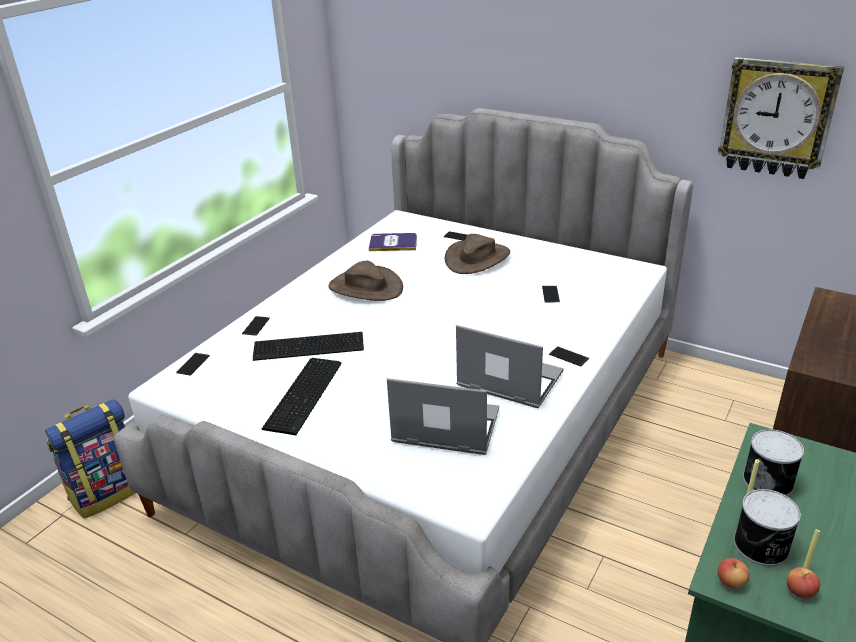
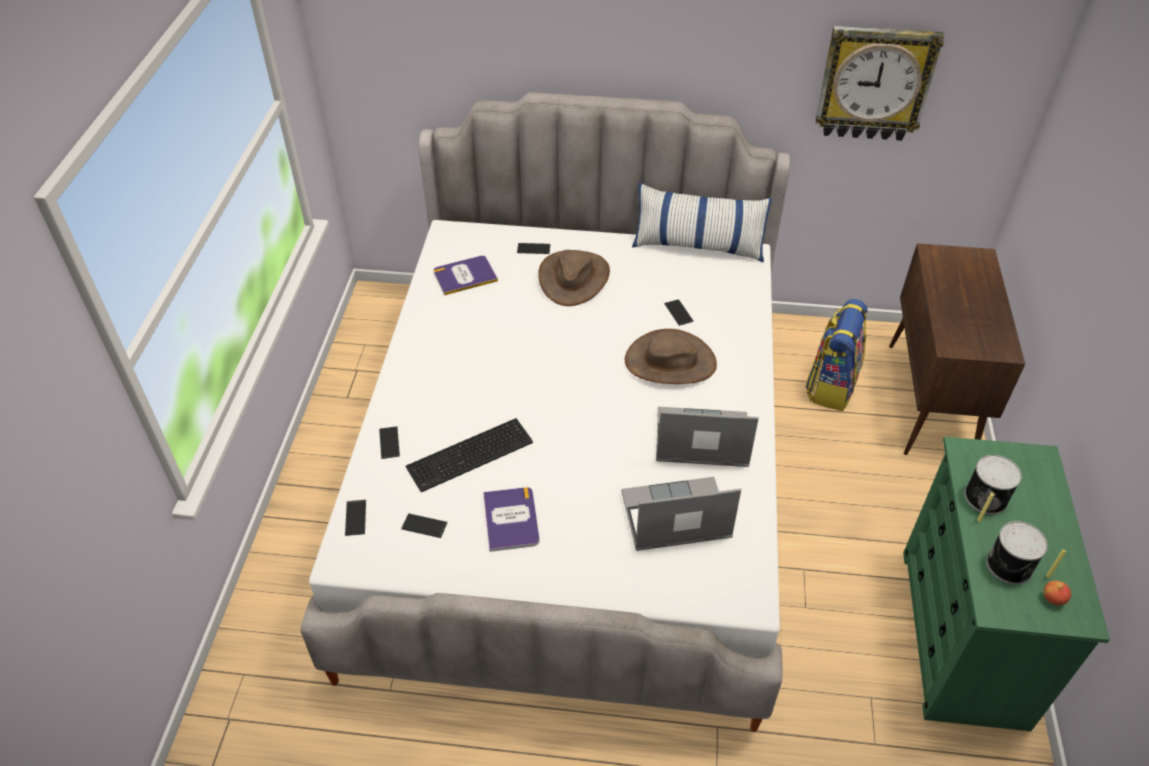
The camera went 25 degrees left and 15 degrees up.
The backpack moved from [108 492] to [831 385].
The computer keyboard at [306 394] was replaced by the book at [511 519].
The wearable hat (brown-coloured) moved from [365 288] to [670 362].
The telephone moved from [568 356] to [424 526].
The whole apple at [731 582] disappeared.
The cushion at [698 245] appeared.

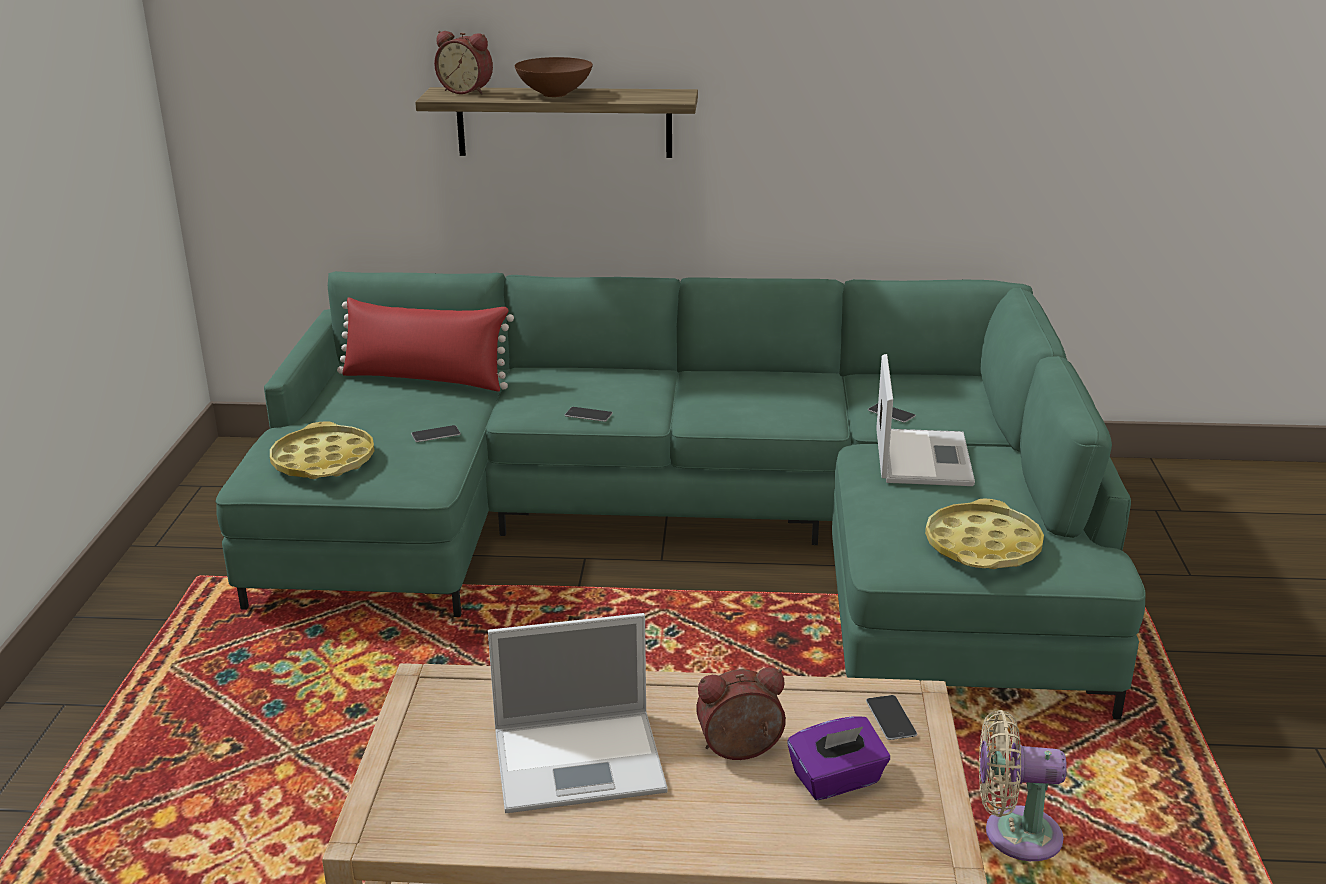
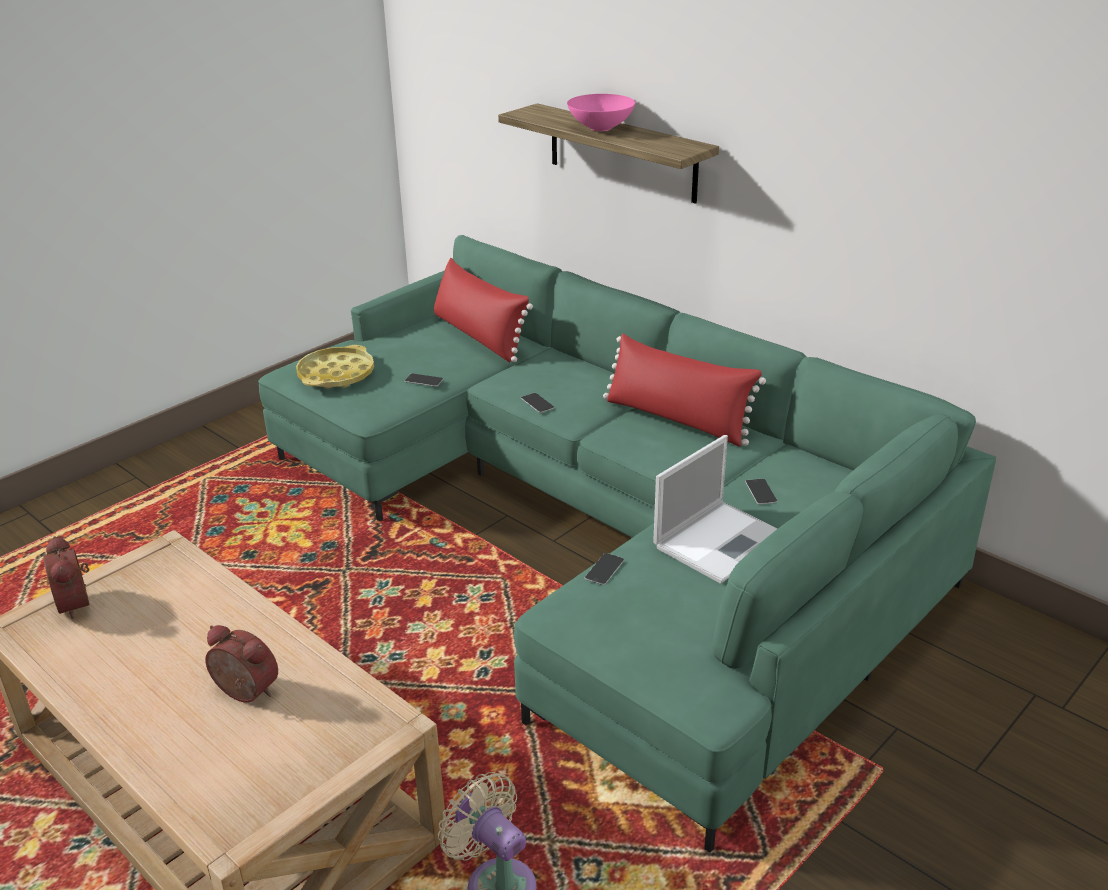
The camera went 40 degrees right and 5 degrees up.
The alarm clock moved from [467 91] to [78 602].
The laptop at [582 760] disappeared.
The bowl (brown-coloured) at [554 94] became the bowl (pink) at [601 128].
The tissue box (purple-coloured) at [837 780] disappeared.
The telephone moved from [891 717] to [604 569].
The serving tray (yellow-coloured) at [983 546] disappeared.
The cushion (red-coloured) at [677 419] appeared.

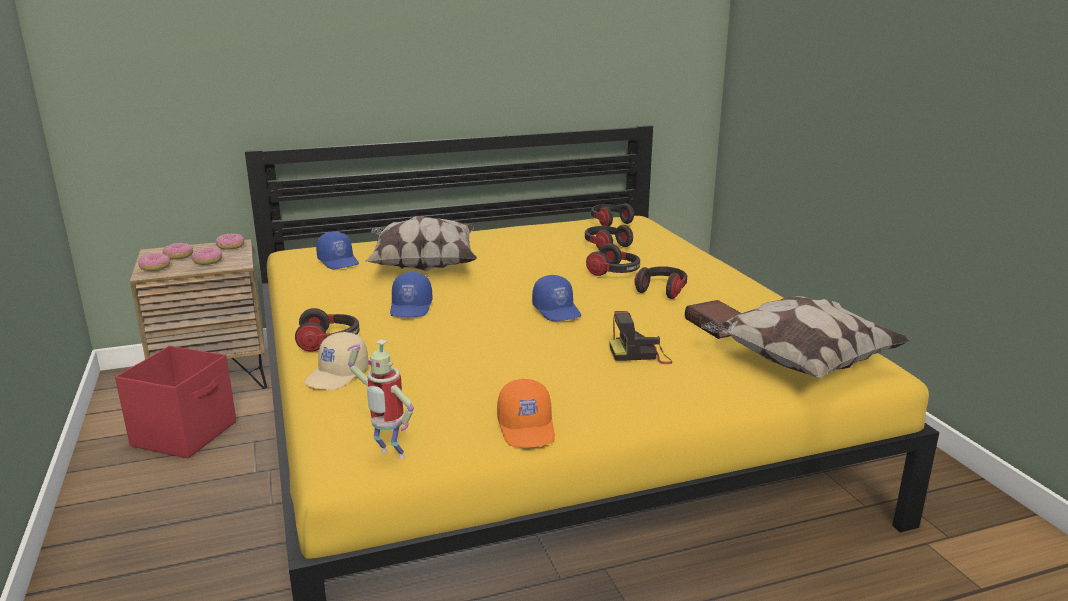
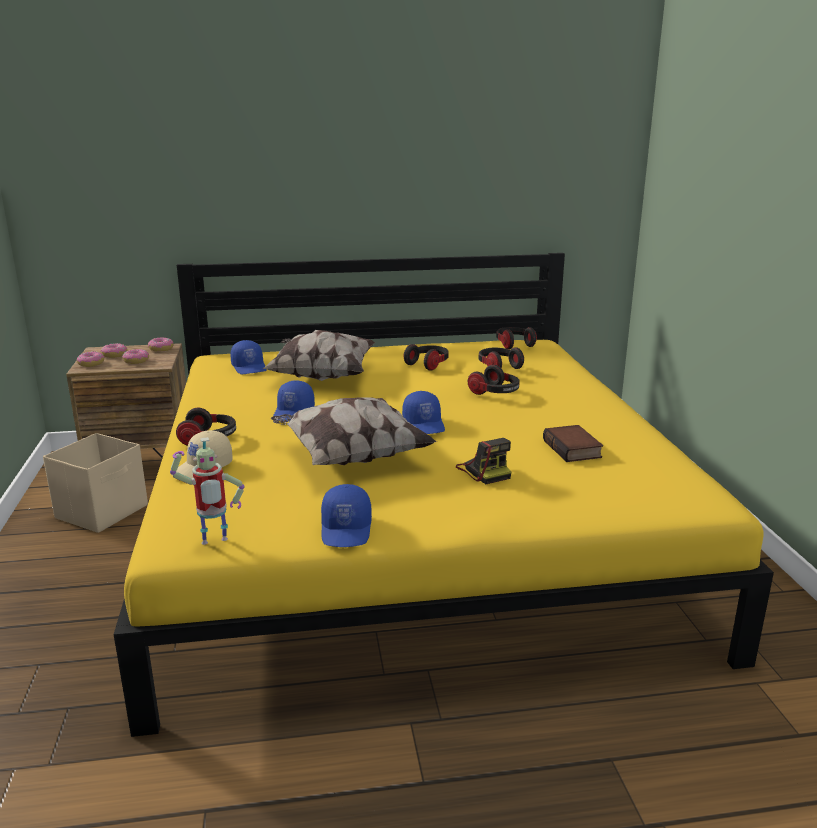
The camera went 10 degrees right and 0 degrees up.
The storage box (red-coloured) at [186 434] became the storage box (beige-coloured) at [103 511].
The model robot at [389 456] turned 60 degrees counterclockwise.
The cap (orange-coloured) at [527 428] became the cap (blue-coloured) at [347 530].
The photo camera at [640 354] turned 120 degrees counterclockwise.
The headphones moved from [662 291] to [428 364].
The cushion moved from [798 364] to [350 456].

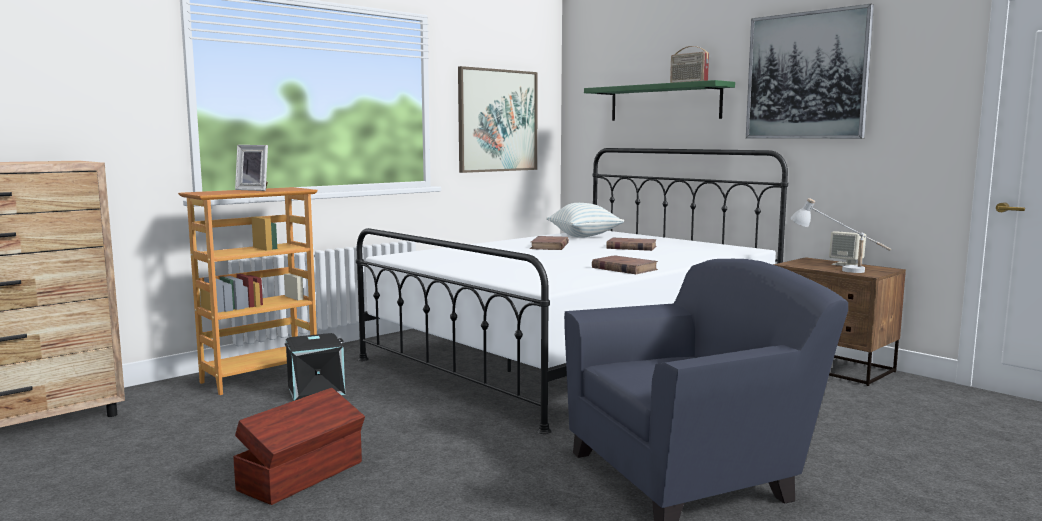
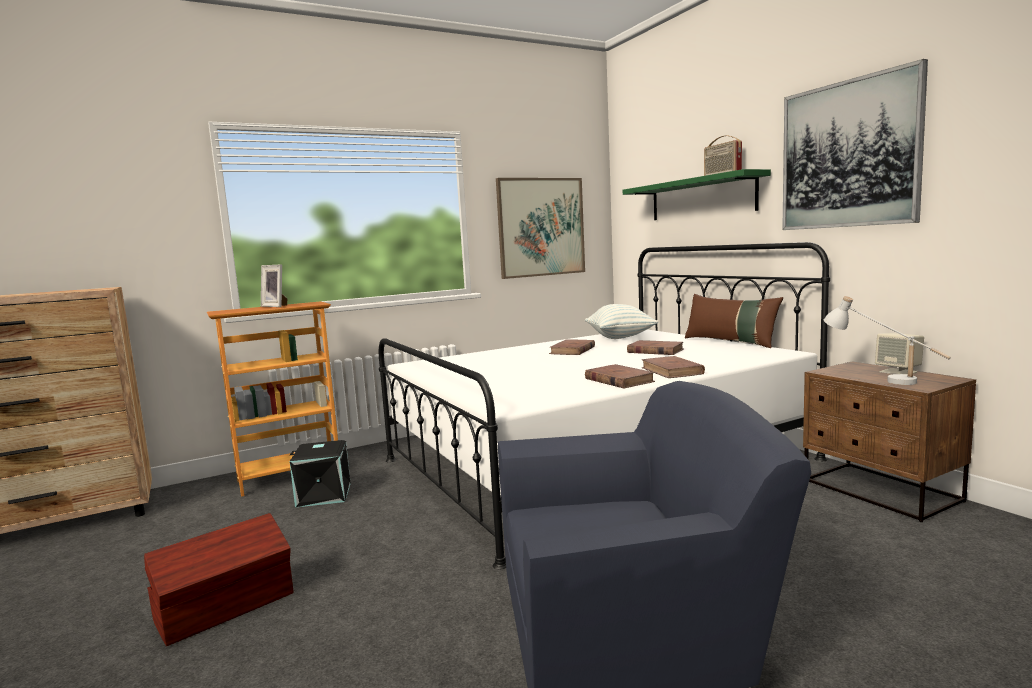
The camera went 15 degrees right and 0 degrees up.
The book (brown-coloured) at [672 371] appeared.
The cushion (brown-coloured) at [730 342] appeared.

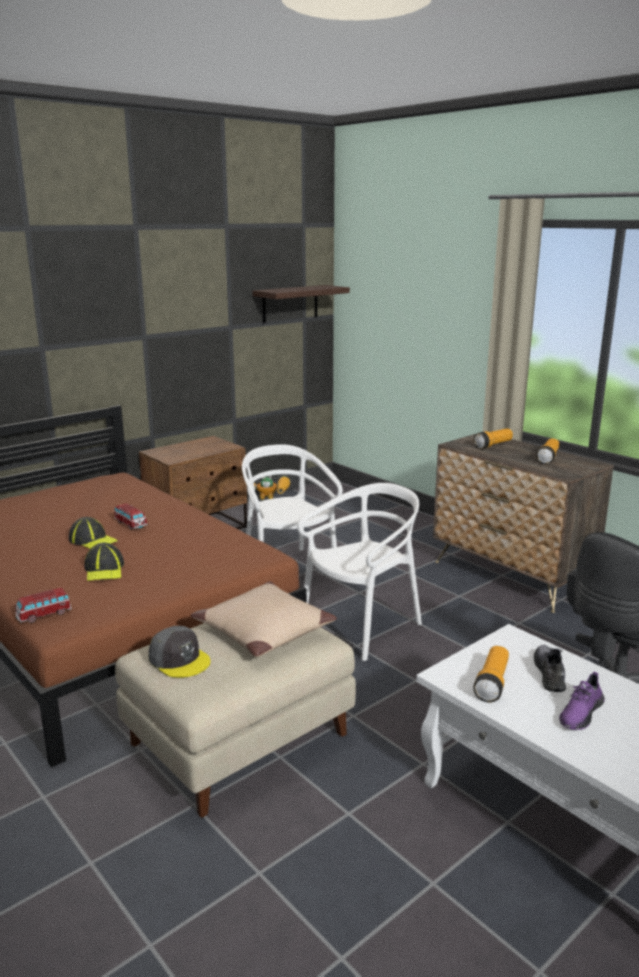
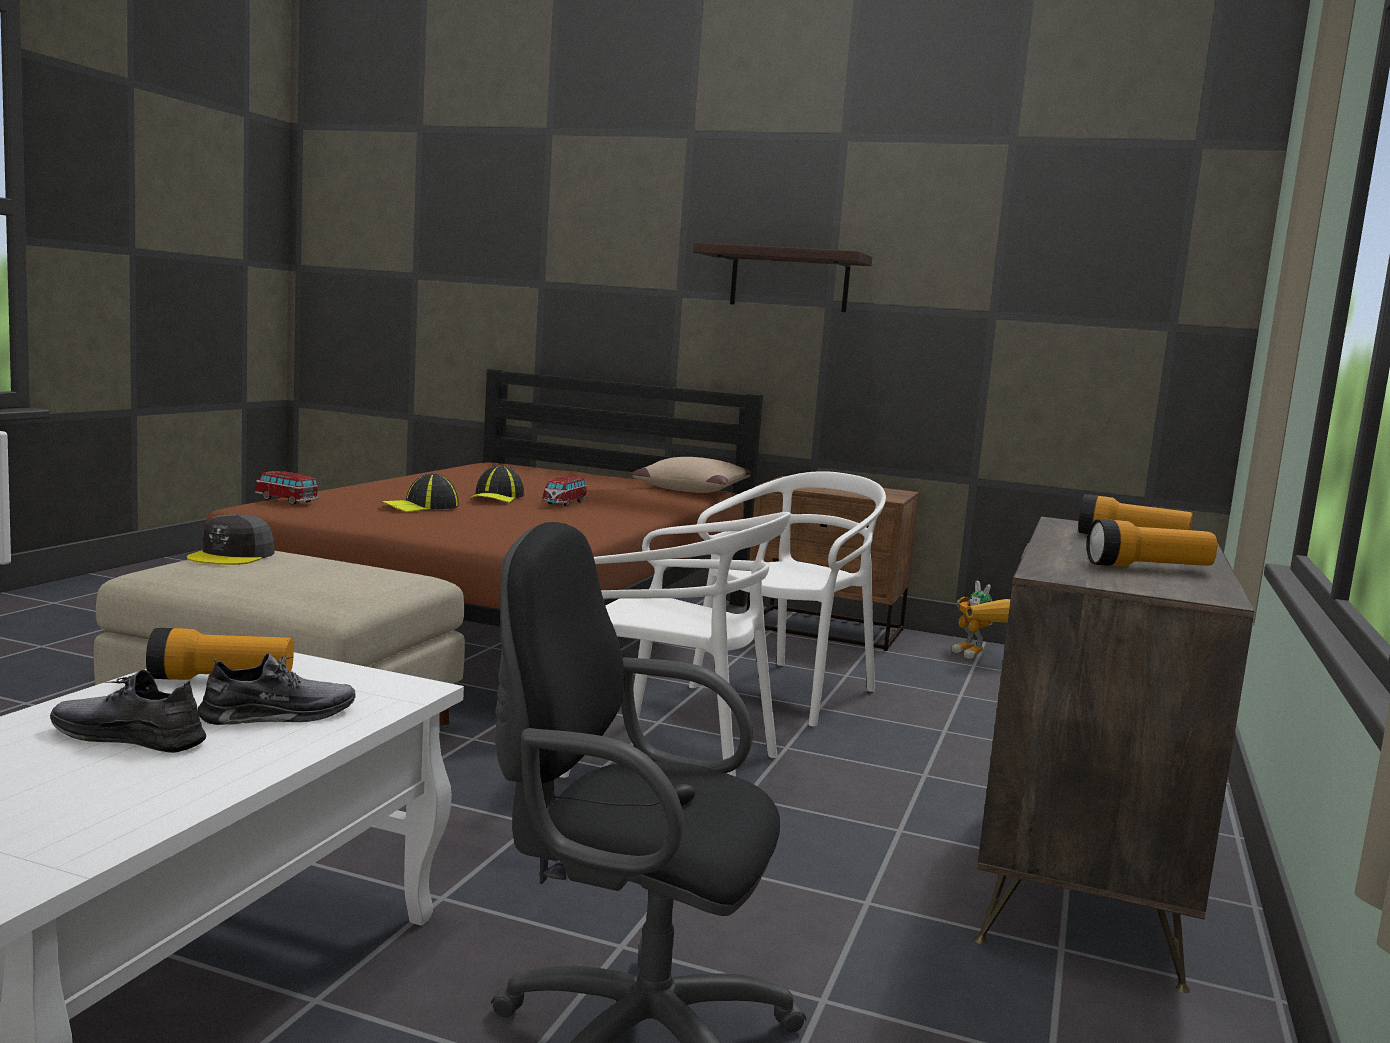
The camera went 60 degrees right and 10 degrees down.
The cushion (beige-coloured) moved from [263 631] to [691 489].
The wall shelf moved from [290 303] to [789 280].
The shoe (purple-coloured) at [580 713] became the shoe (greyish) at [129 737].

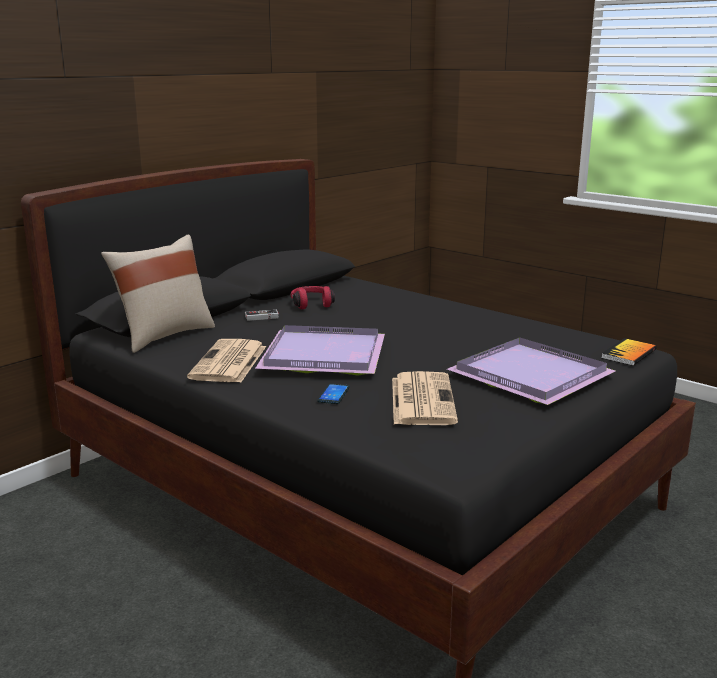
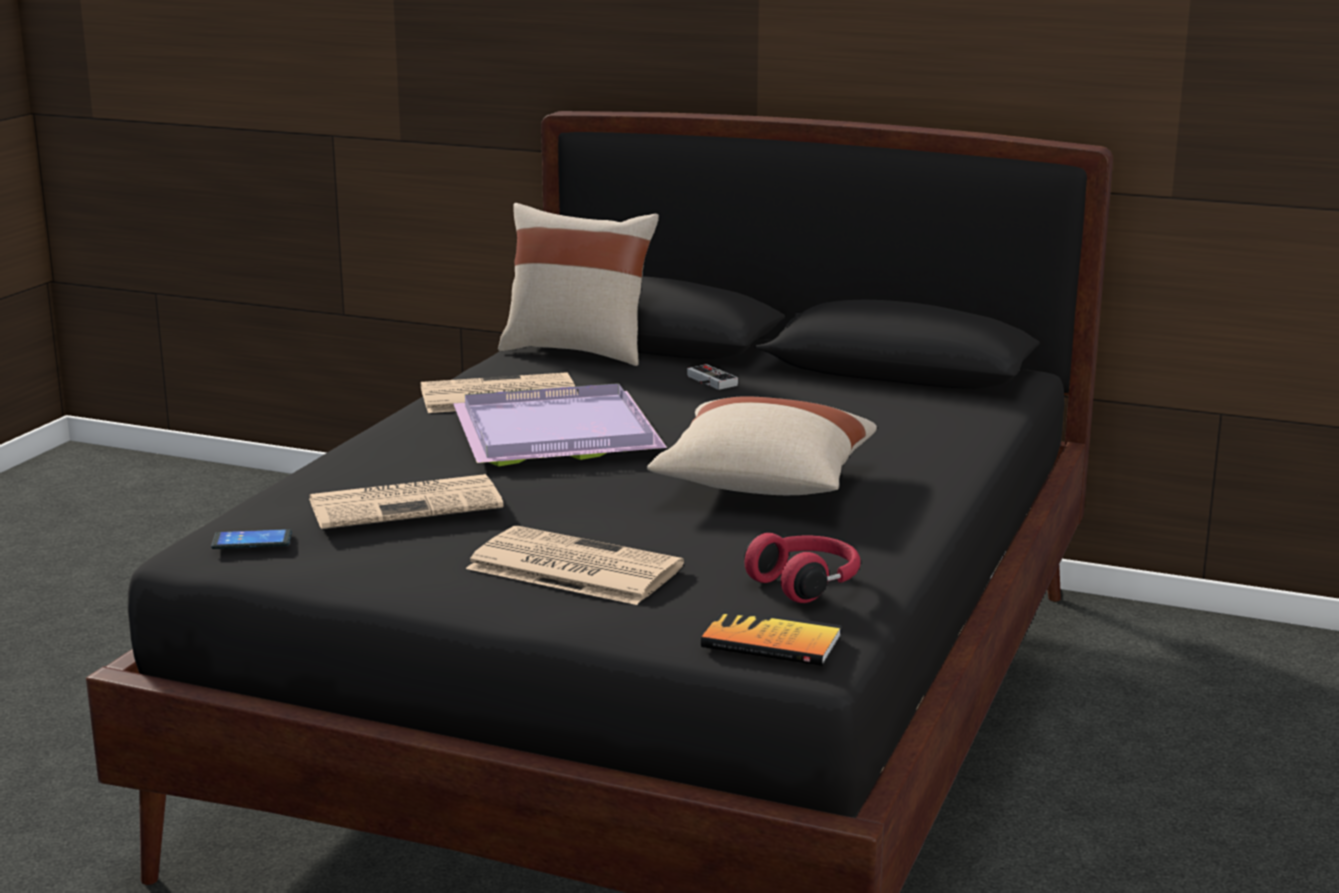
The camera went 70 degrees right and 0 degrees up.
The headphones (red-coloured) moved from [311 304] to [806 584].
The telephone moved from [334 394] to [252 541].
The serving tray (purple-coloured) at [531 376] was replaced by the daily paper at [571 568].
The cushion (beige-coloured) at [763 485] appeared.

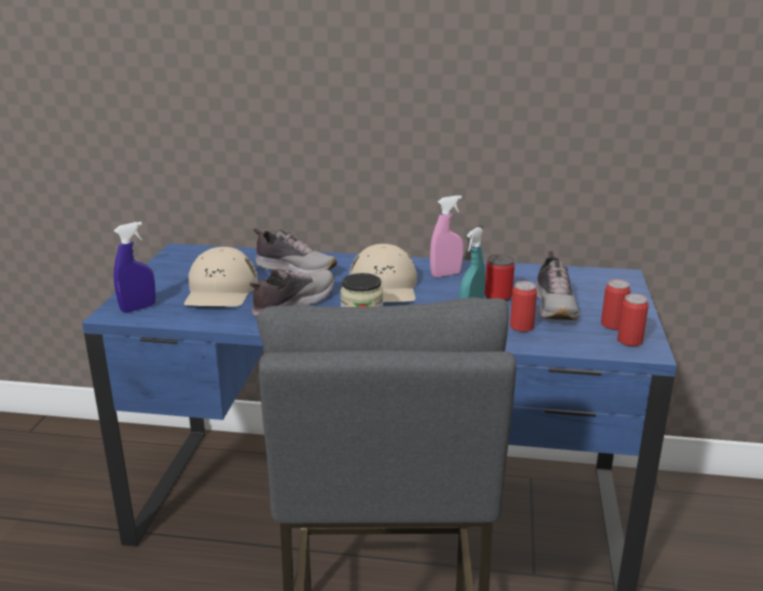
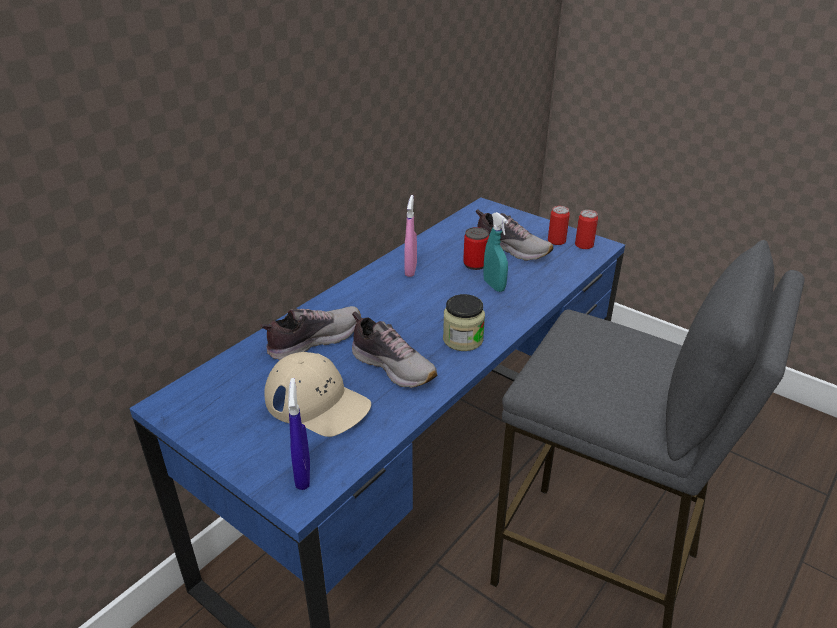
The camera went 60 degrees left and 10 degrees up.
The shoe at [292 304] turned 150 degrees clockwise.
The cap (beige-coloured) at [384 287] disappeared.
The sealed can at [521 327] disappeared.

